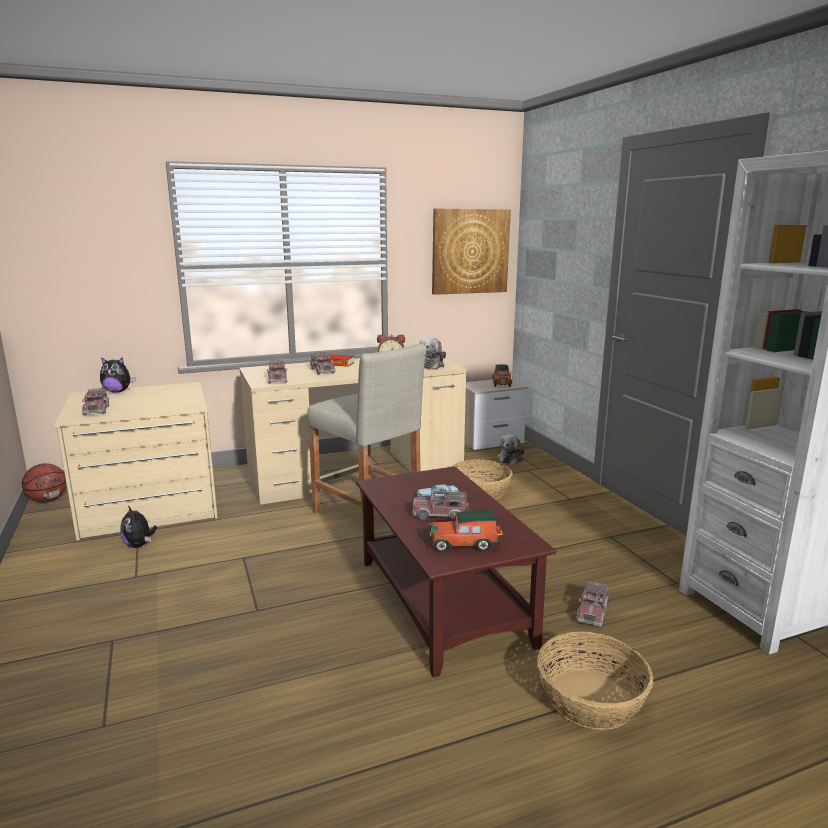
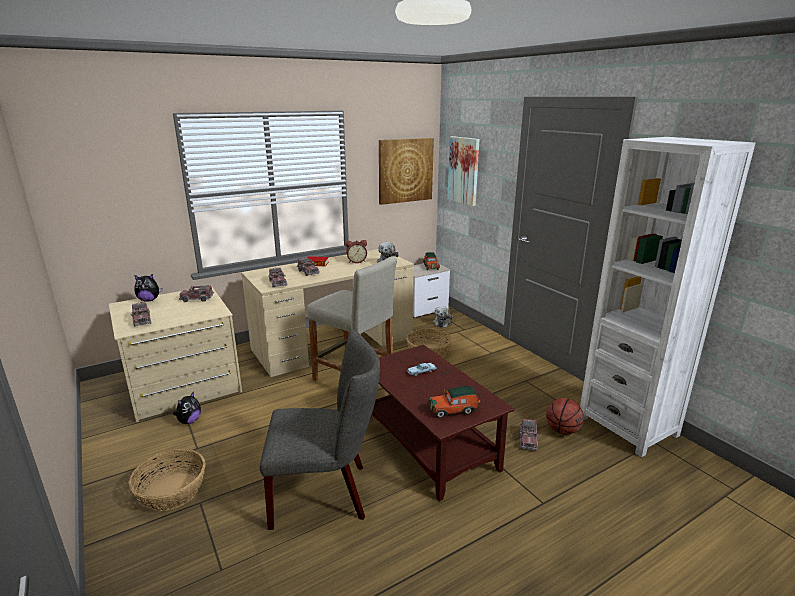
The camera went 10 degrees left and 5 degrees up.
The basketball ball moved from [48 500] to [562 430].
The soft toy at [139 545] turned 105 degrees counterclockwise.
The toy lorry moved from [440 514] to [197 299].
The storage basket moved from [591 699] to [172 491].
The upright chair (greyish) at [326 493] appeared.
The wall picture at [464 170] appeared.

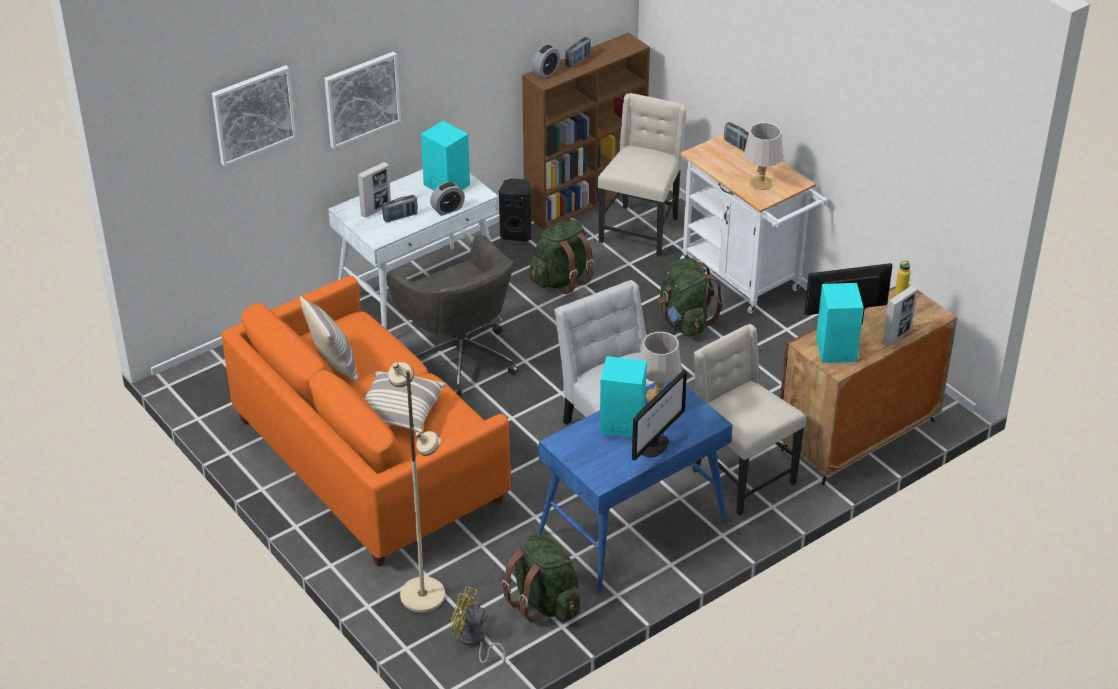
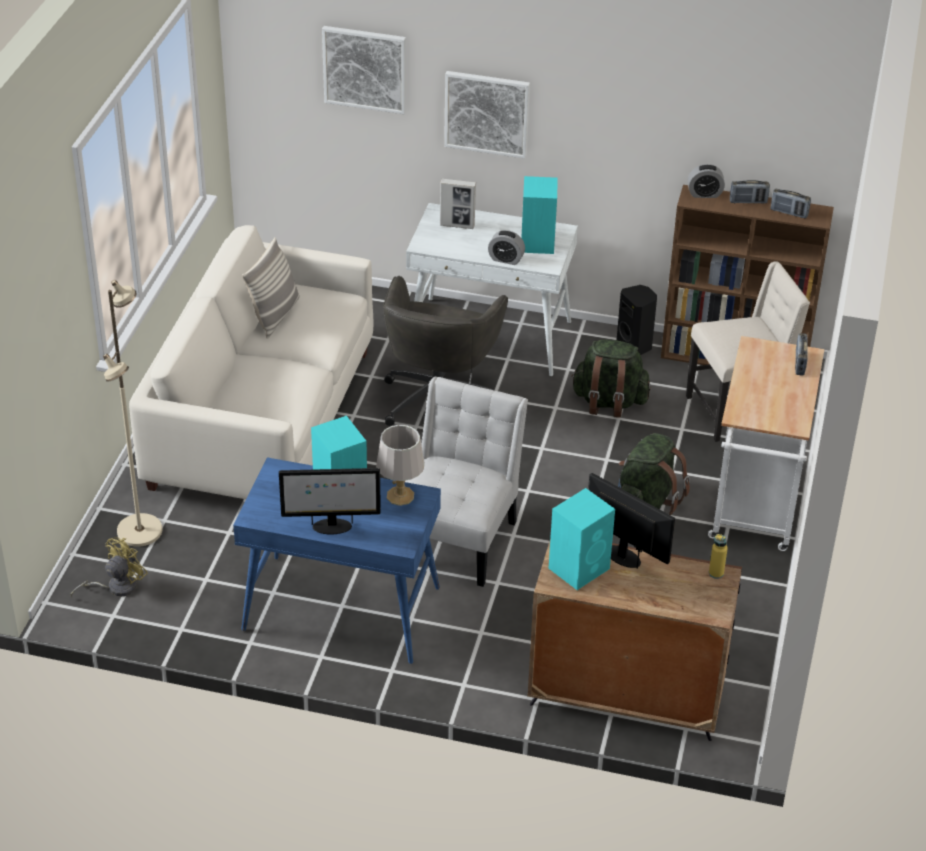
The camera went 50 degrees right and 0 degrees up.
The couch (orange-coloured) at [368 460] became the couch (whitish) at [261 418].
The cushion at [400 412] disappeared.
The radio moved from [400 217] to [789 213].
The cooling fan (yellow-coloured) at [474 641] turned 60 degrees clockwise.
The backpack (green-coloured) at [544 602] disappeared.
The upright chair (beige-coloured) at [740 477] disappeared.
The lamp for a table (greyish) at [761 183] disappeared.
The standing frame at [896 337] disappeared.

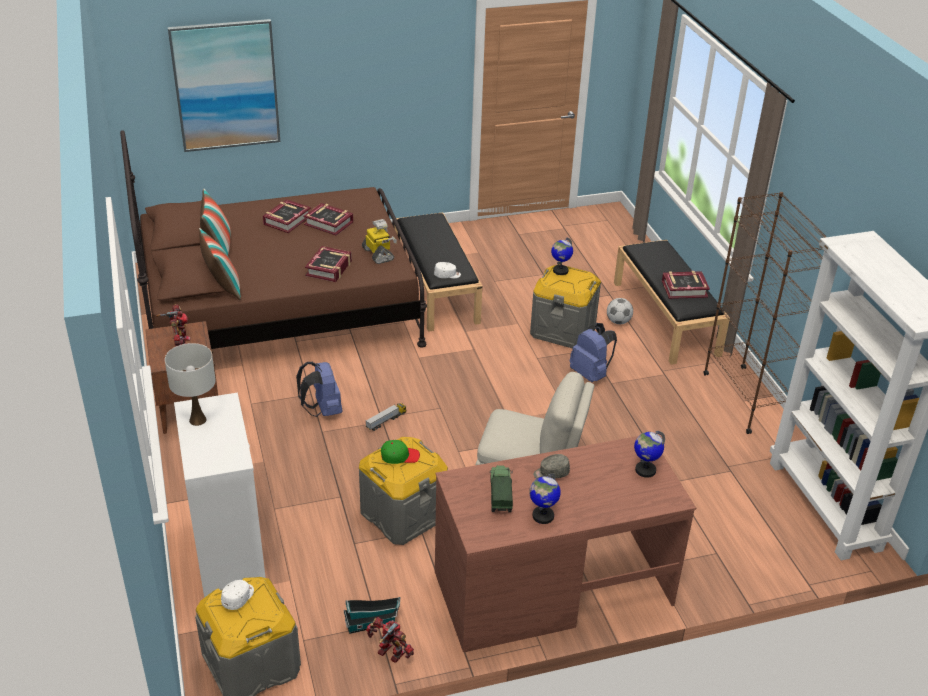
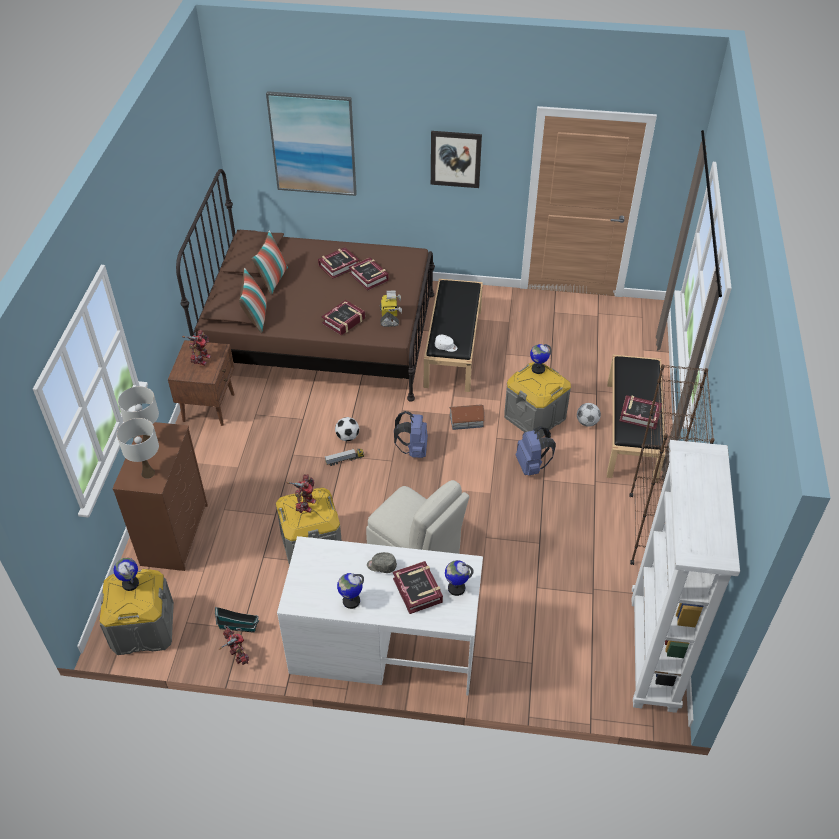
The camera went 25 degrees right and 10 degrees up.
The drawer chest (whitish) at [228 552] became the drawer chest (brown-coloured) at [174 534].
The cap (whitish) at [238 598] was replaced by the desk globe at [130 583].
The backpack (blue-coloured) moved from [323 410] to [413 449].
The cap (green-coloured) at [399 456] was replaced by the model robot at [306 504].
The desk unit (brown-coloured) at [552 587] became the desk unit (whitish) at [384 645].
The toy lorry at [500 495] disappeared.
The lamp for a table (whitish) at [148 473] appeared.
The football at [347 437] appeared.
The book at [418 590] appeared.
The wall picture at [455 159] appeared.
The model house at [466 420] appeared.

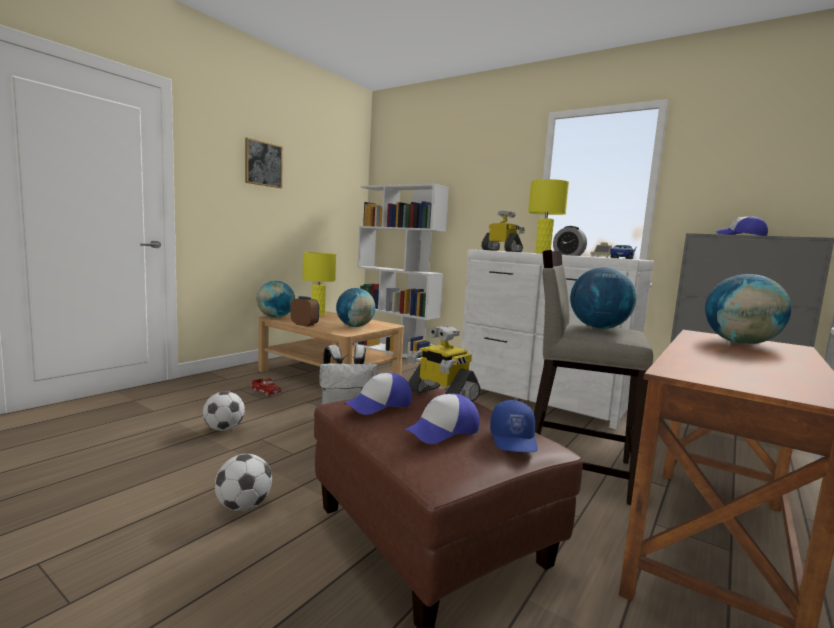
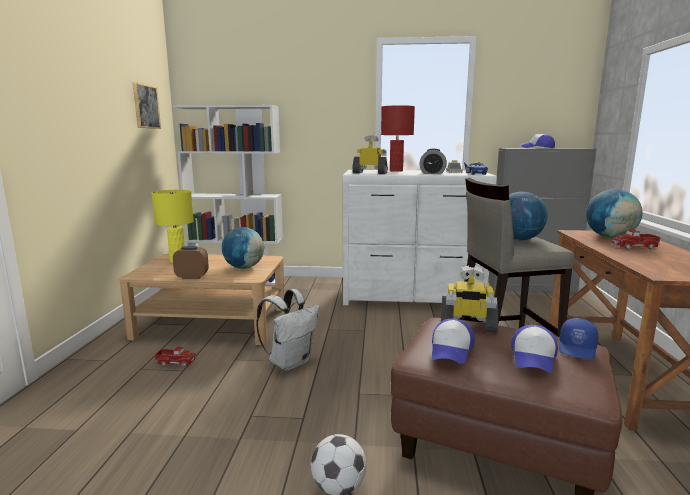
The camera went 30 degrees left and 5 degrees up.
The football at [224 429] disappeared.
The wall picture moved from [263 164] to [146 106].
The desk globe at [275 317] disappeared.
The cap (blue-coloured) at [514 440] turned 60 degrees clockwise.
The lamp for a table (yellow-coloured) at [542 253] became the lamp for a table (red-coloured) at [396 171].
The toy lorry at [634 247] appeared.

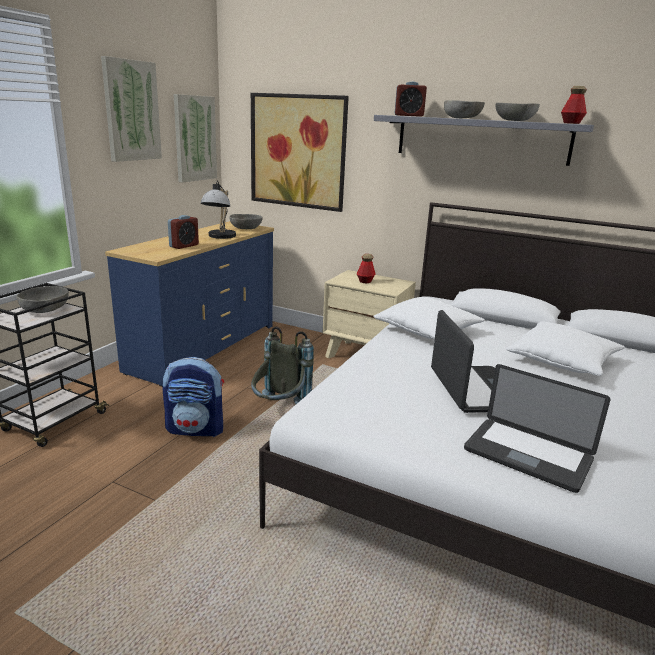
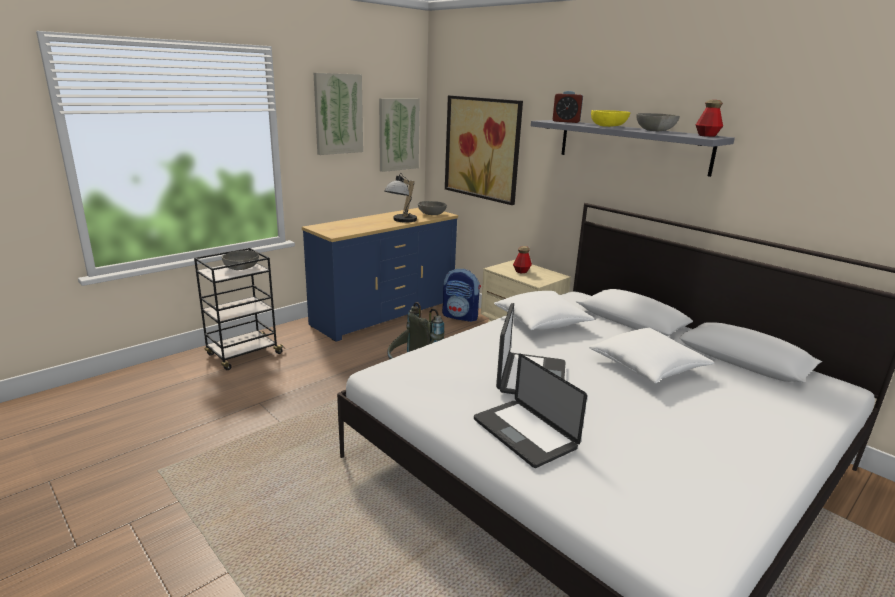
The camera went 20 degrees right and 0 degrees up.
The backpack moved from [196 429] to [461 316].
The alarm clock at [184 246] disappeared.
The bowl (greyish) at [462 118] became the bowl (yellow-coloured) at [609 126].

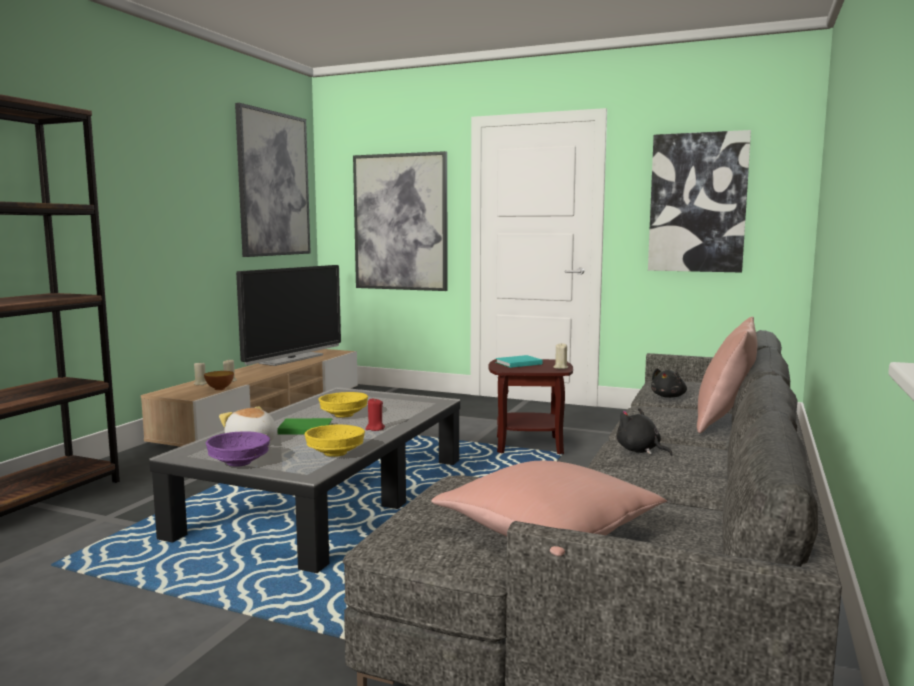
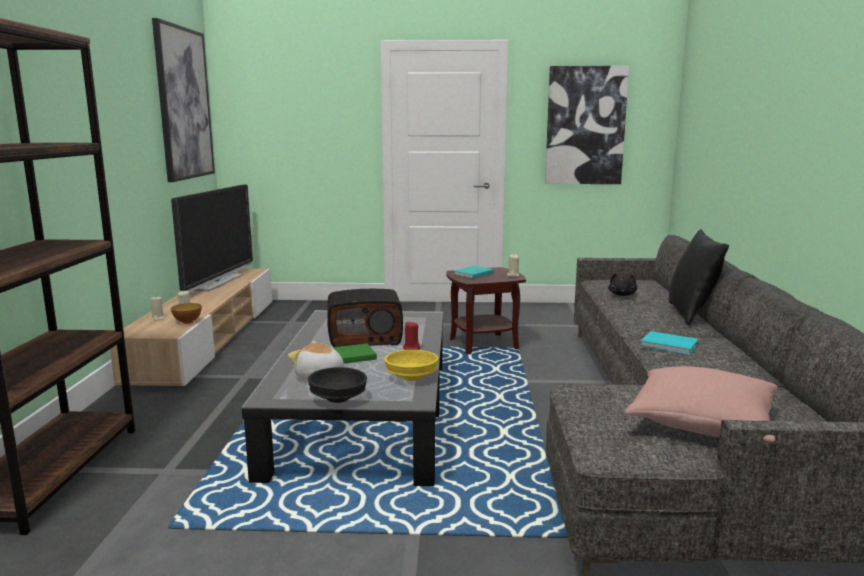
The camera went 20 degrees left and 5 degrees up.
The bowl (purple-coloured) at [238 463] became the bowl (blackish) at [337 398].
The bowl (yellow-coloured) at [344 415] was replaced by the radio at [365 338].
The wall picture at [400 222] disappeared.
The soft toy (blackish) at [640 451] was replaced by the book (blue-green) at [670 346].
The cushion (pink) at [724 422] became the cushion (blackish) at [691 314].

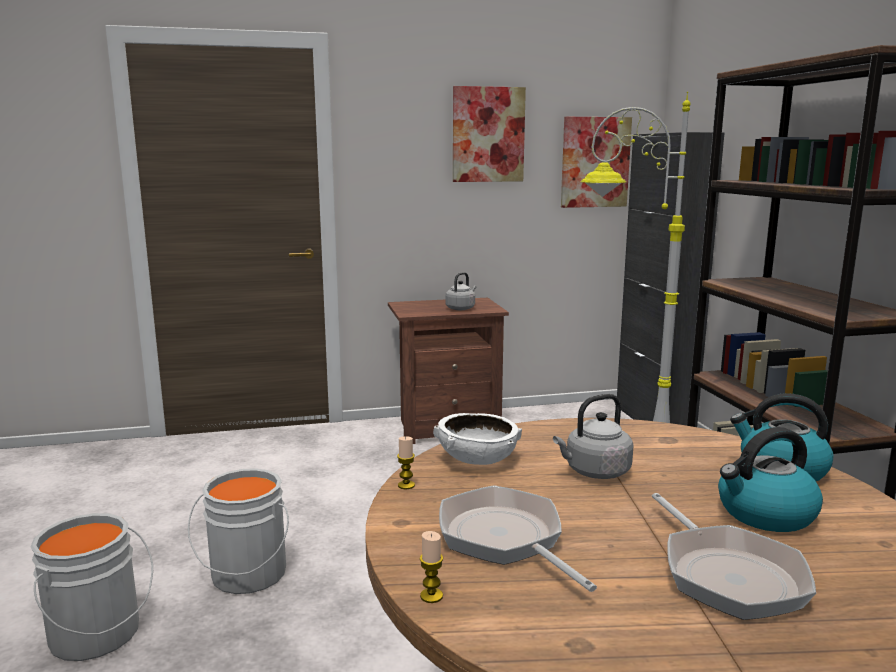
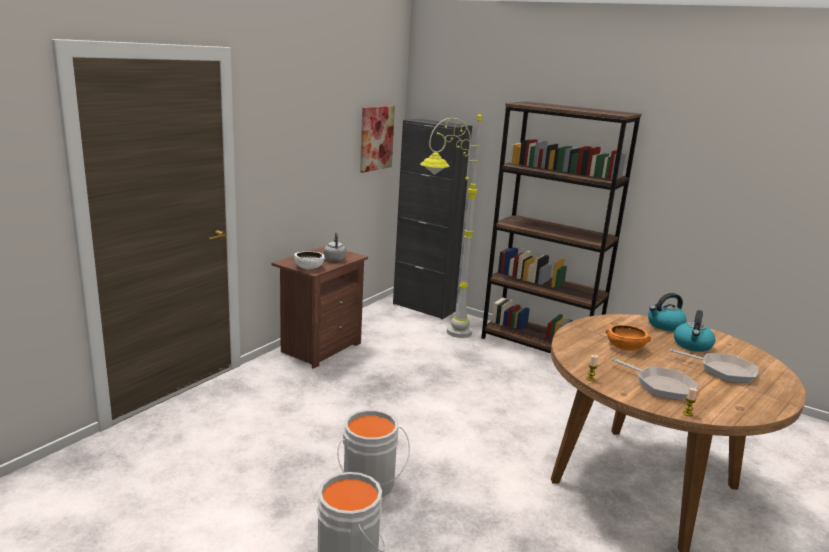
The camera went 45 degrees left and 5 degrees up.
The bowl (whitish) moved from [477 459] to [309 267].
The frying pan at [505 539] turned 150 degrees counterclockwise.
The wall picture at [488 135] disappeared.
The kettle (greyish) at [594 472] was replaced by the bowl (orange-coloured) at [625 347].

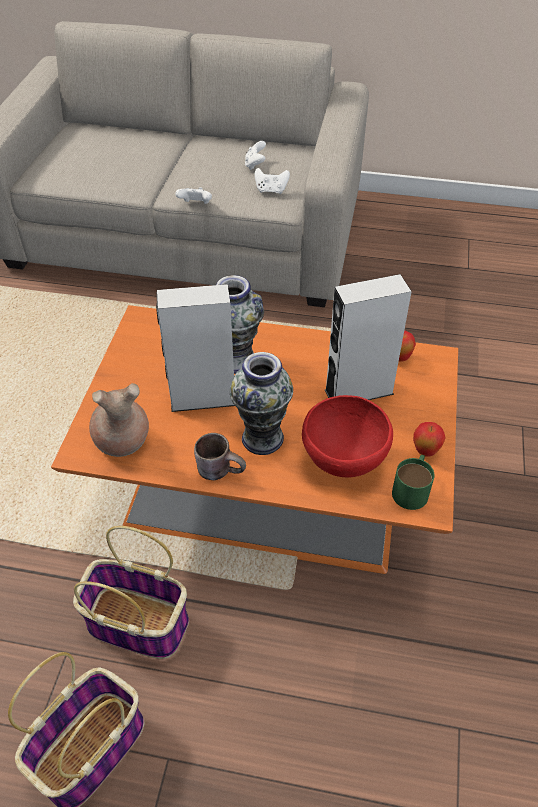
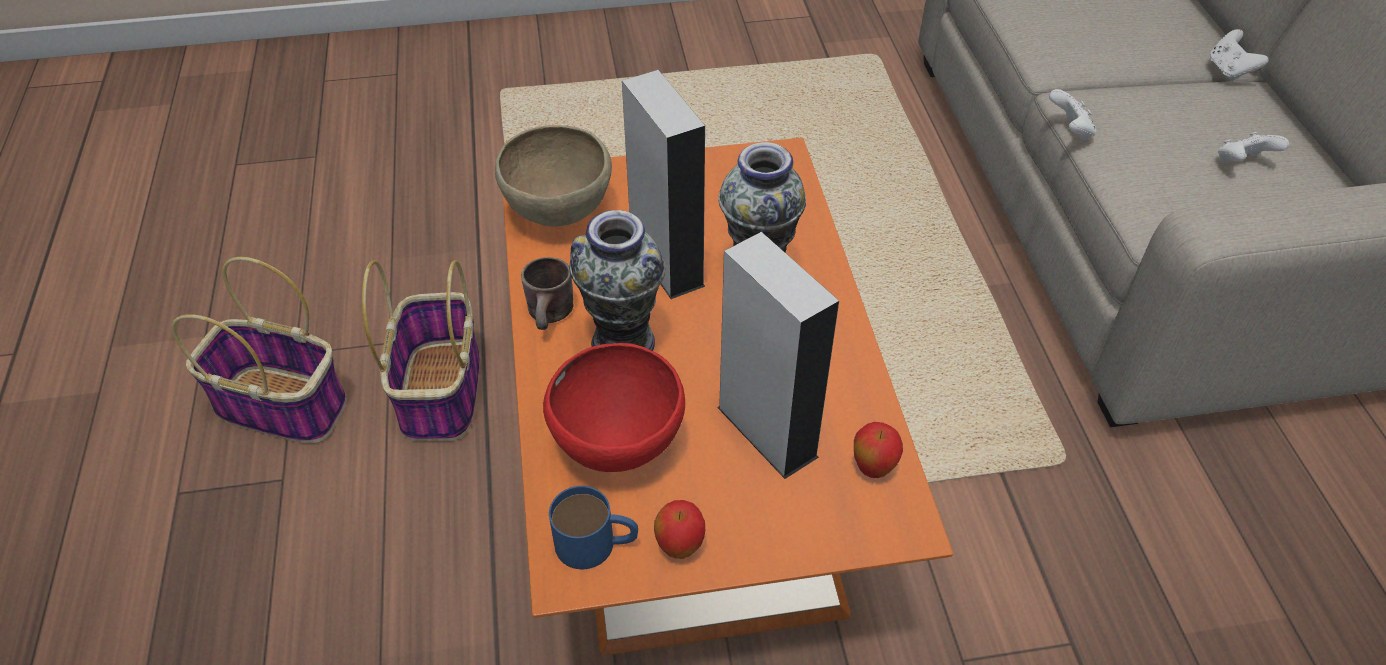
The camera went 70 degrees right and 0 degrees up.
The vase (brown-coloured) at [122 443] was replaced by the bowl (brown-coloured) at [558 212].
The game controller (whitish) moved from [271 190] to [1229 71].
The tea mug (green-coloured) at [412 488] became the tea mug (blue-coloured) at [596 544].

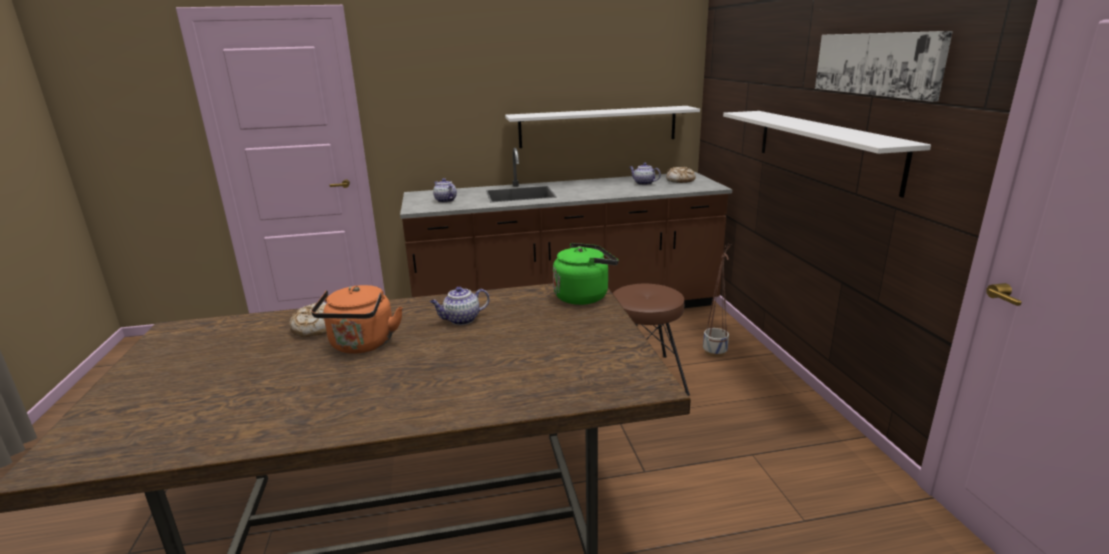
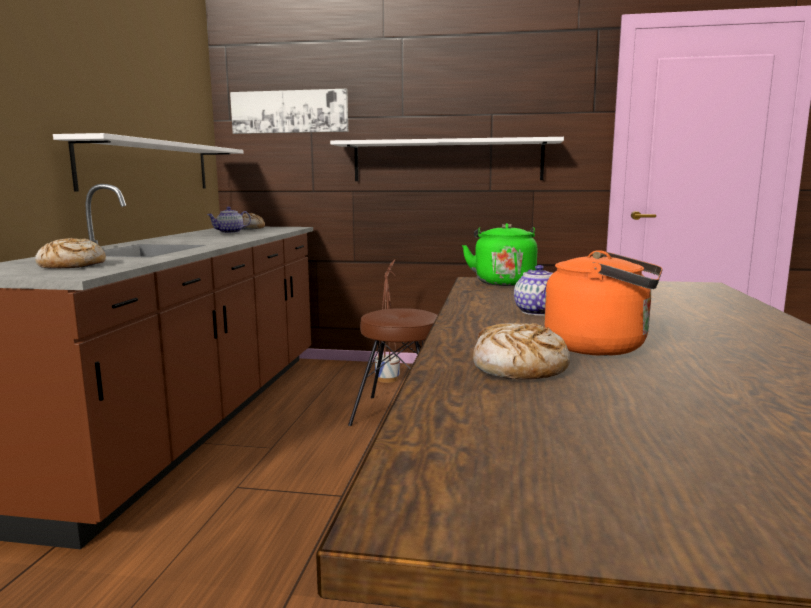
The camera went 70 degrees left and 10 degrees down.
The tea pot at [445 200] was replaced by the bread at [72 266].
The wall picture moved from [877 64] to [289 112].

